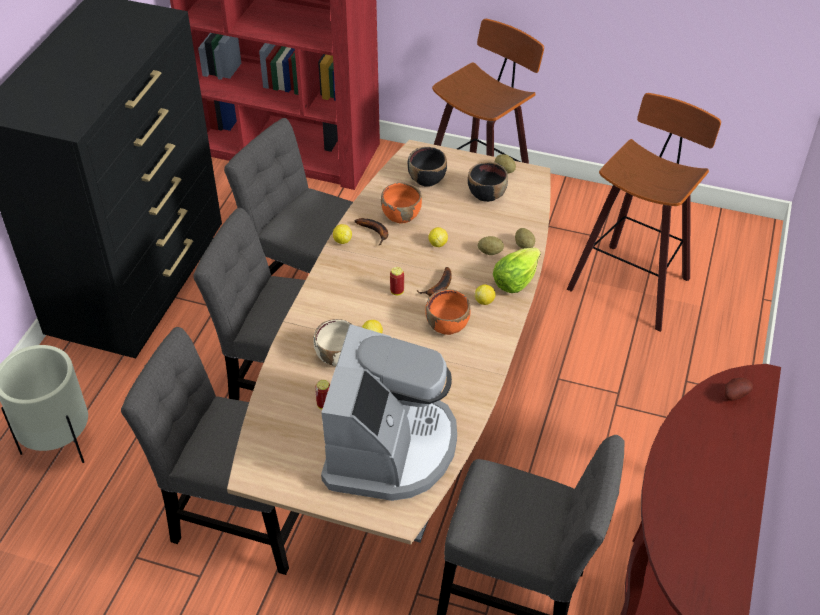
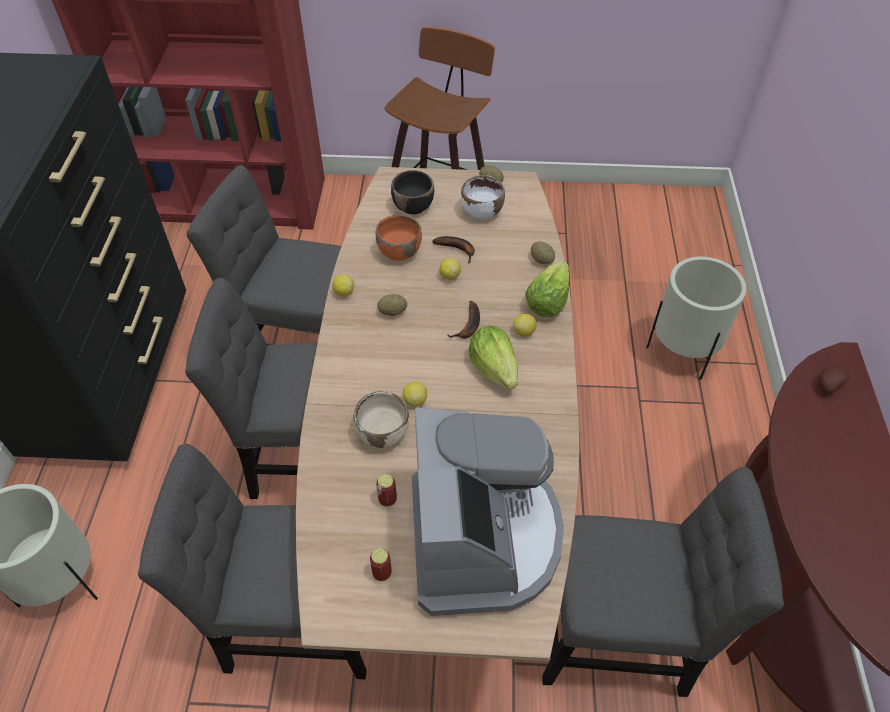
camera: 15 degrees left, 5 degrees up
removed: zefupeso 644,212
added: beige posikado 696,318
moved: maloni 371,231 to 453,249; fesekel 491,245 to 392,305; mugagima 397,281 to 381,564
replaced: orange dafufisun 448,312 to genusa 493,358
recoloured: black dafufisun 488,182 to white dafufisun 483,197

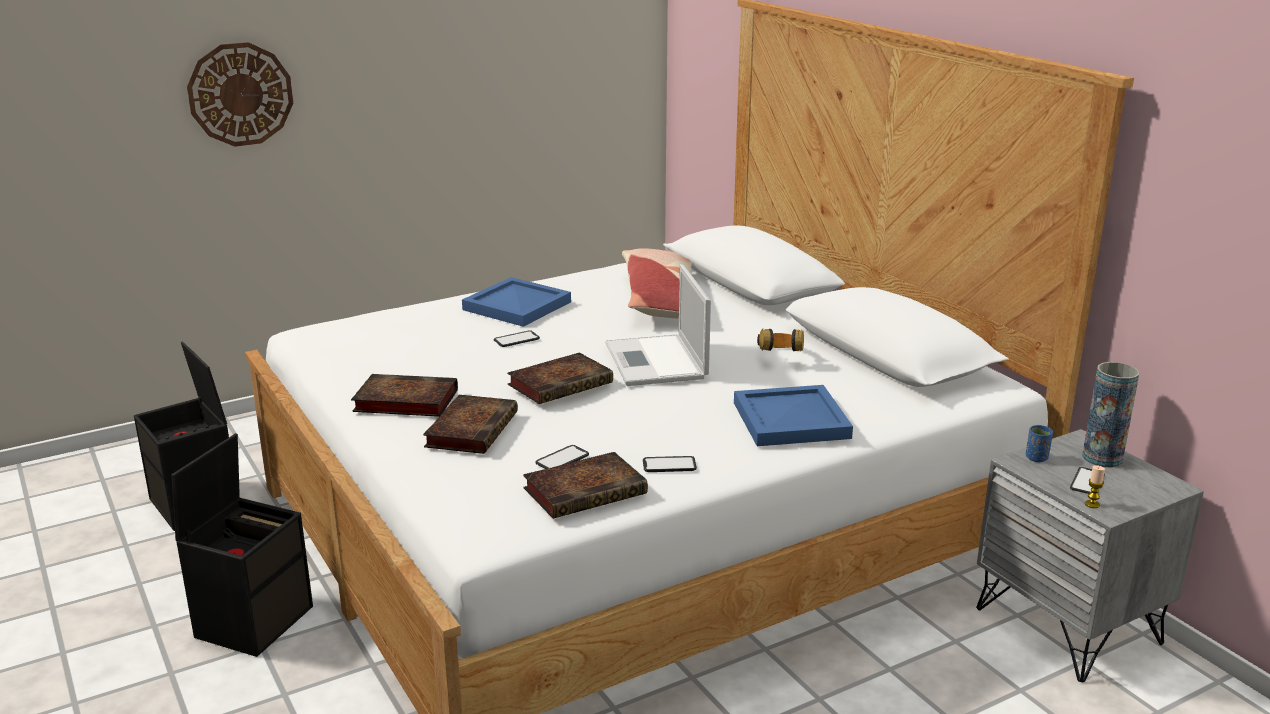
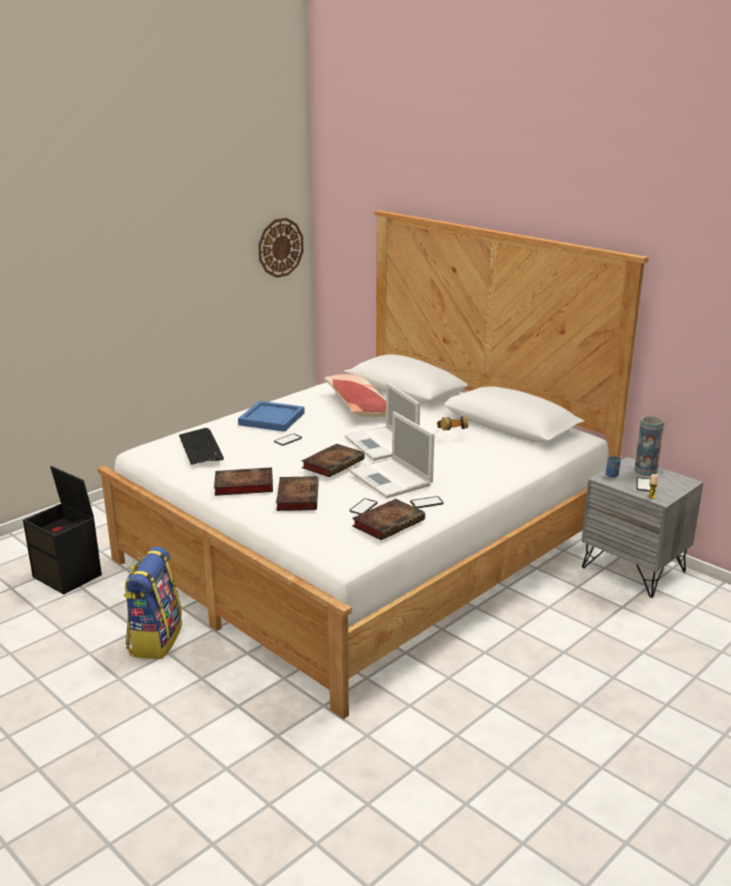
camera: 15 degrees left, 0 degrees up
removed: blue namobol 793,415
added: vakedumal 392,455; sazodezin 201,446
moved: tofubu 240,94 to 281,248
replaced: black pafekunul 242,545 to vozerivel 153,603

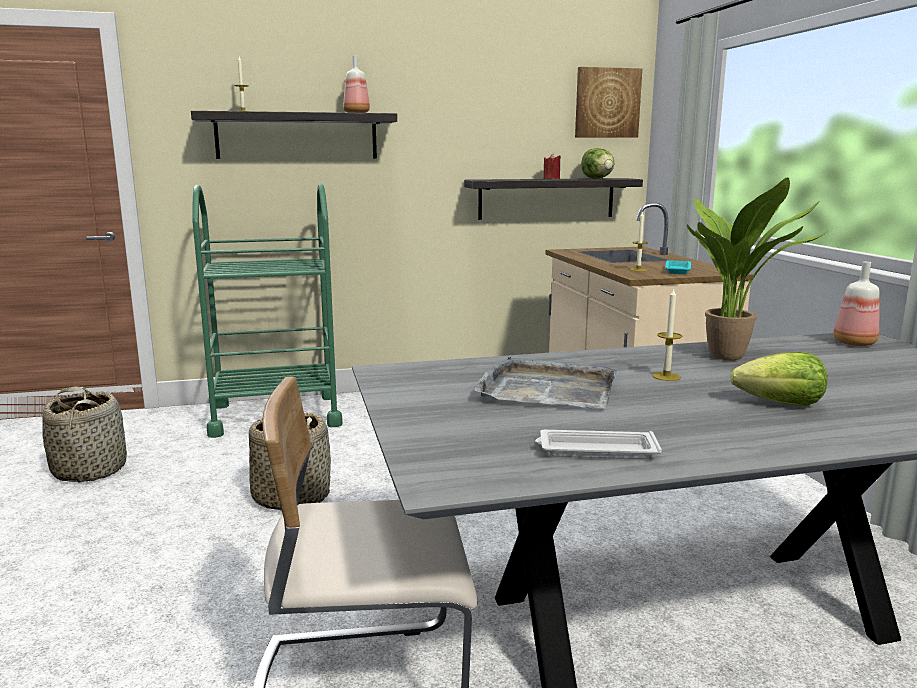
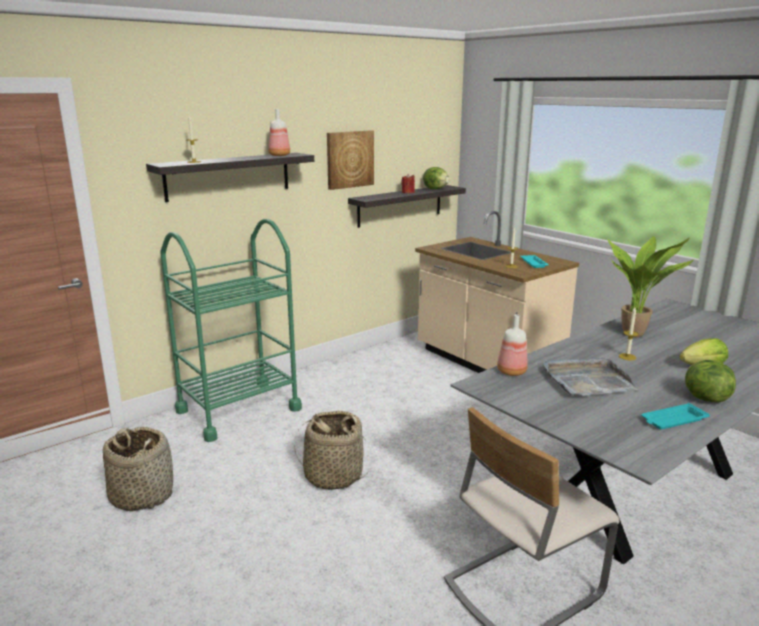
camera: 25 degrees left, 5 degrees up
added: genusa 710,381
moved: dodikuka 608,102 to 350,160; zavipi 856,304 to 512,345
recoloured: white namobol 598,444 to turquoise namobol 675,416

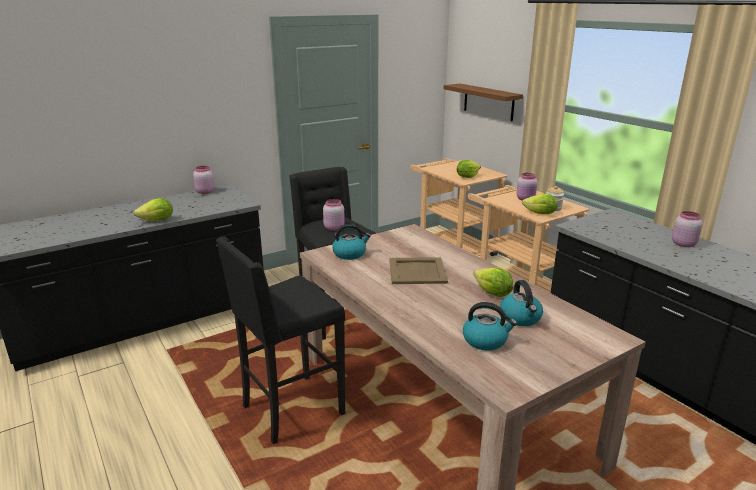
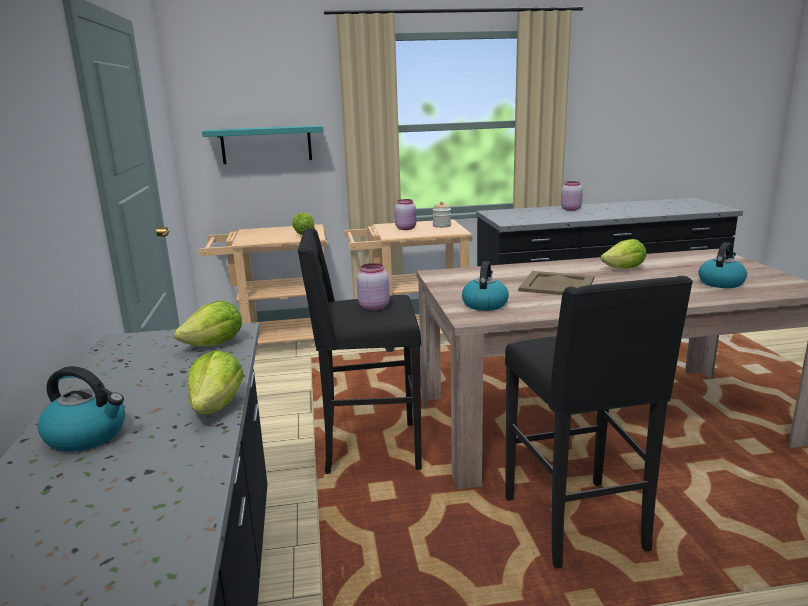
camera: 65 degrees left, 5 degrees down
removed: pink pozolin 204,180
moved: genusa 539,204 to 208,323; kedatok 521,303 to 81,409
recoloured: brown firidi 483,102 to turquoise firidi 263,144

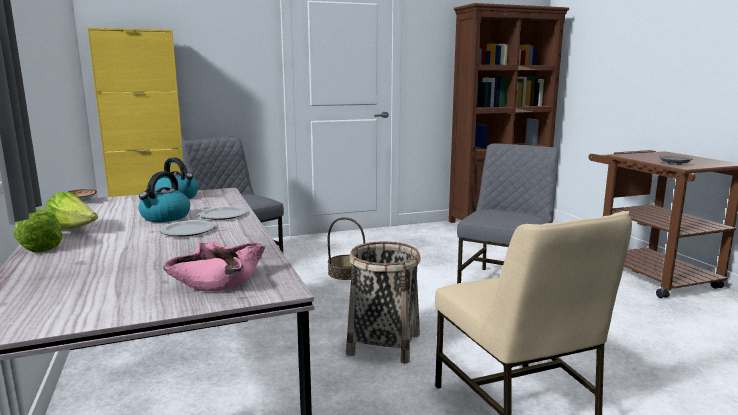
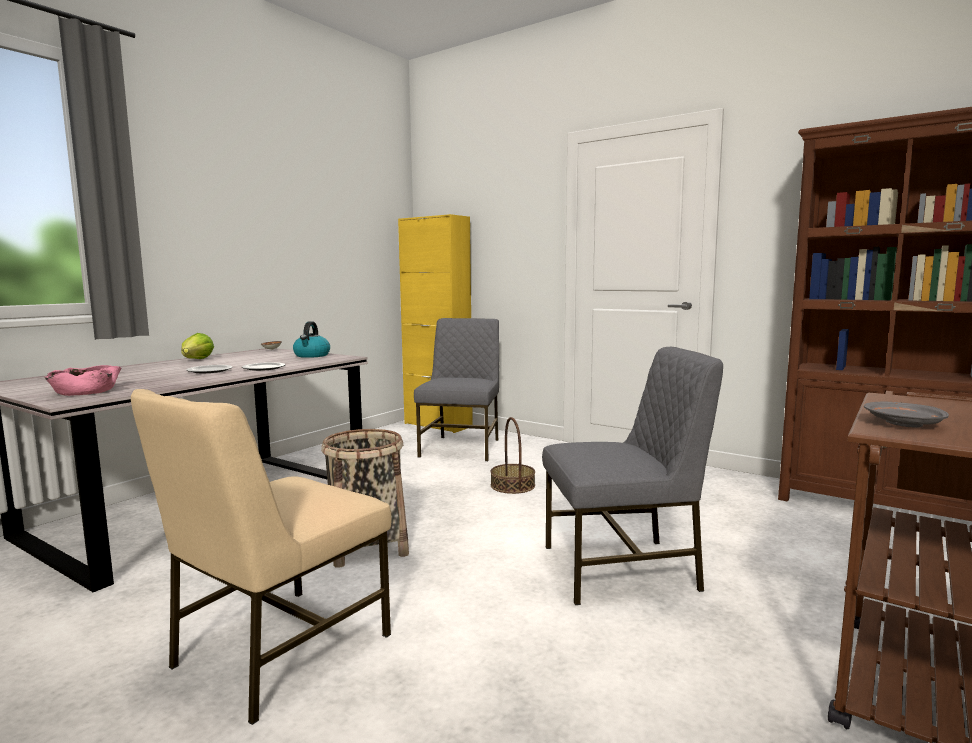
camera: 55 degrees right, 5 degrees down
removed: kedatok 164,196; genusa 38,230

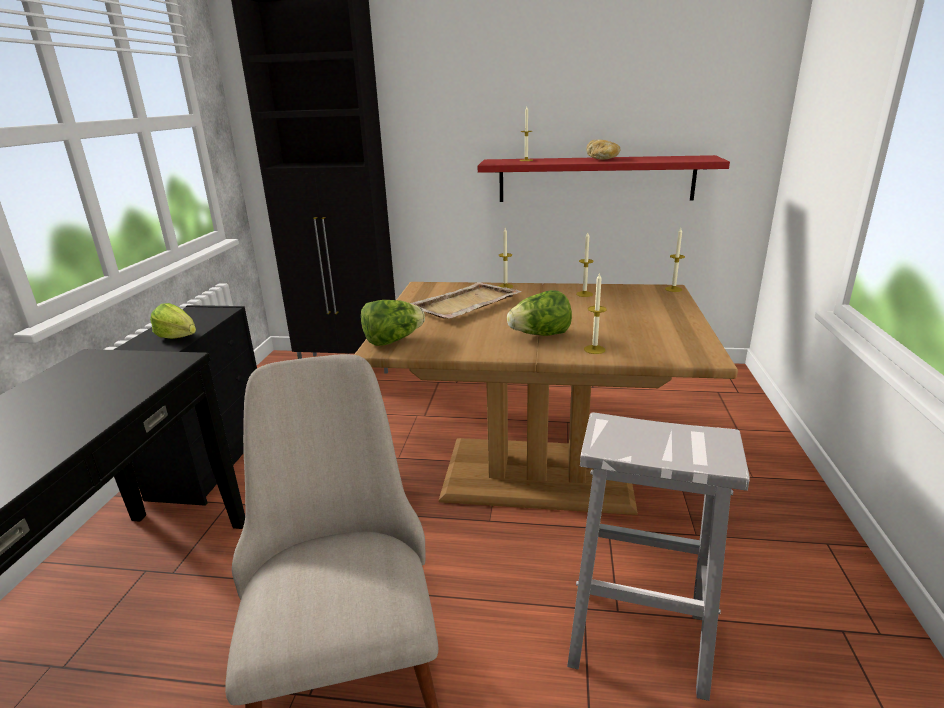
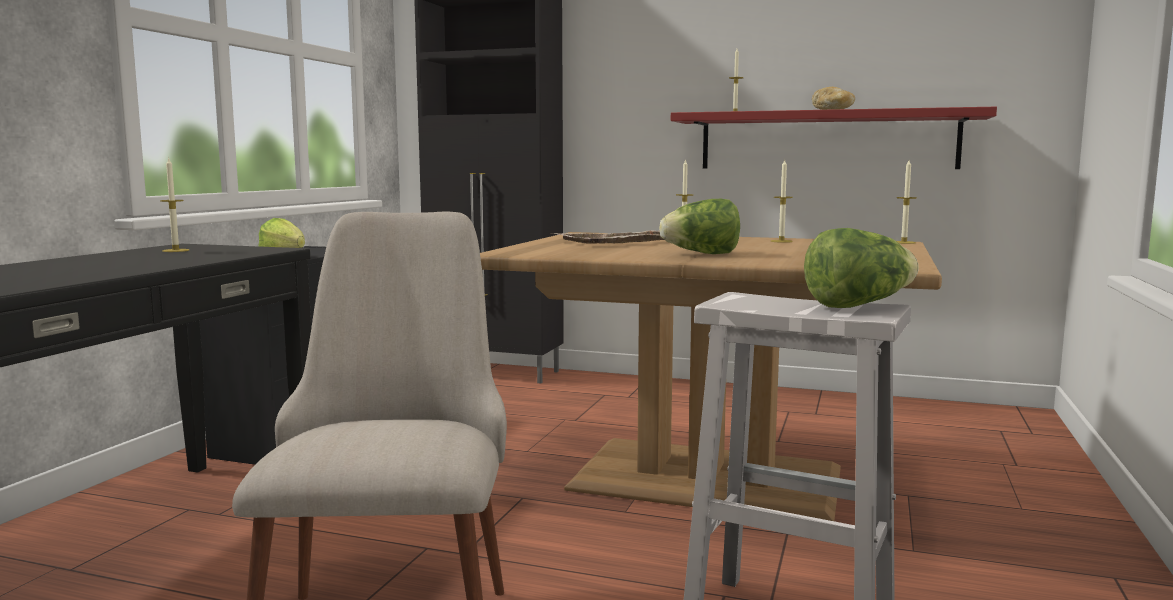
camera: 10 degrees right, 15 degrees down
moved: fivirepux 595,313 to 174,204; genusa 393,323 to 861,268

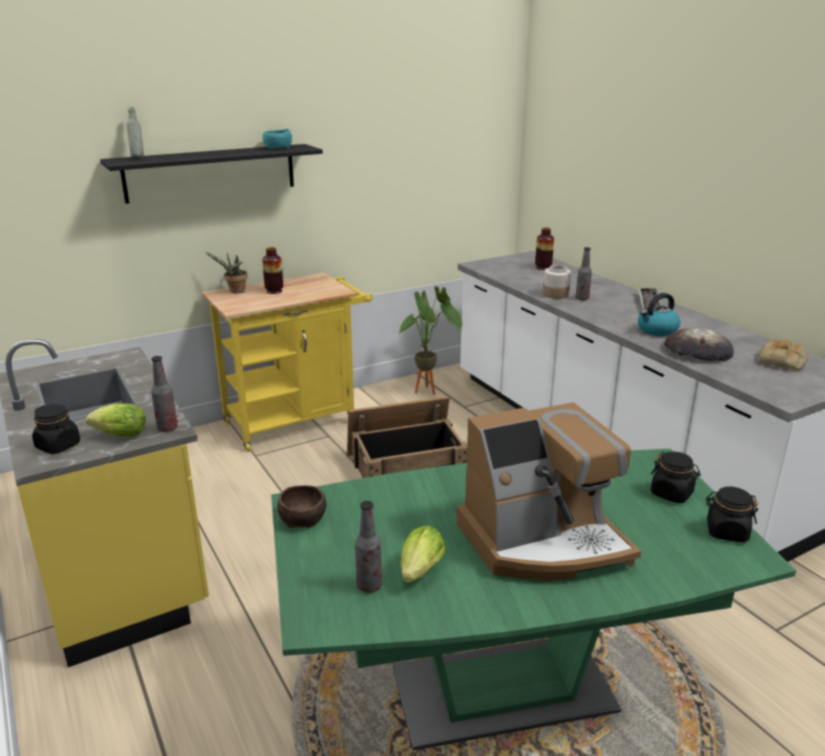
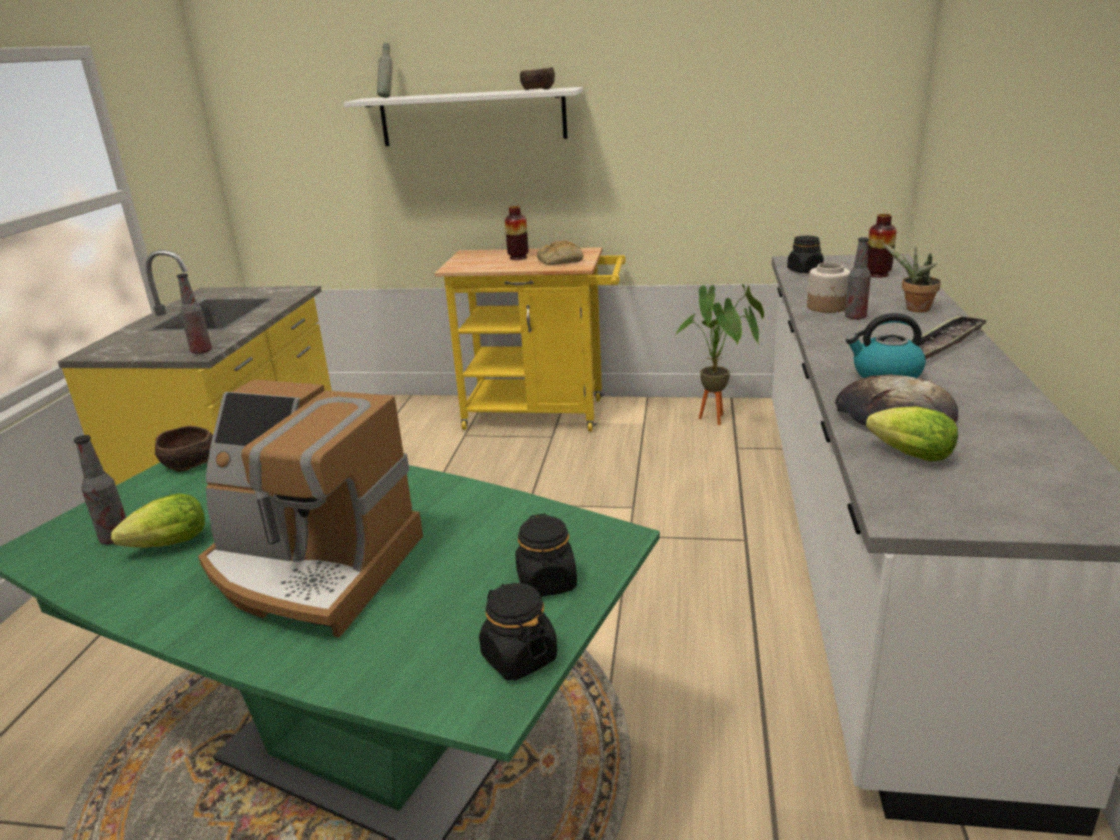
camera: 40 degrees right, 0 degrees up
removed: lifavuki 407,437
moved: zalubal 226,272 to 911,277; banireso 783,355 to 560,252; genusa 115,420 to 912,434; black pozolin 56,429 to 805,254
recoloured: turquoise dafufisun 277,139 to brown dafufisun 537,78; black firidi 211,174 to white firidi 463,116

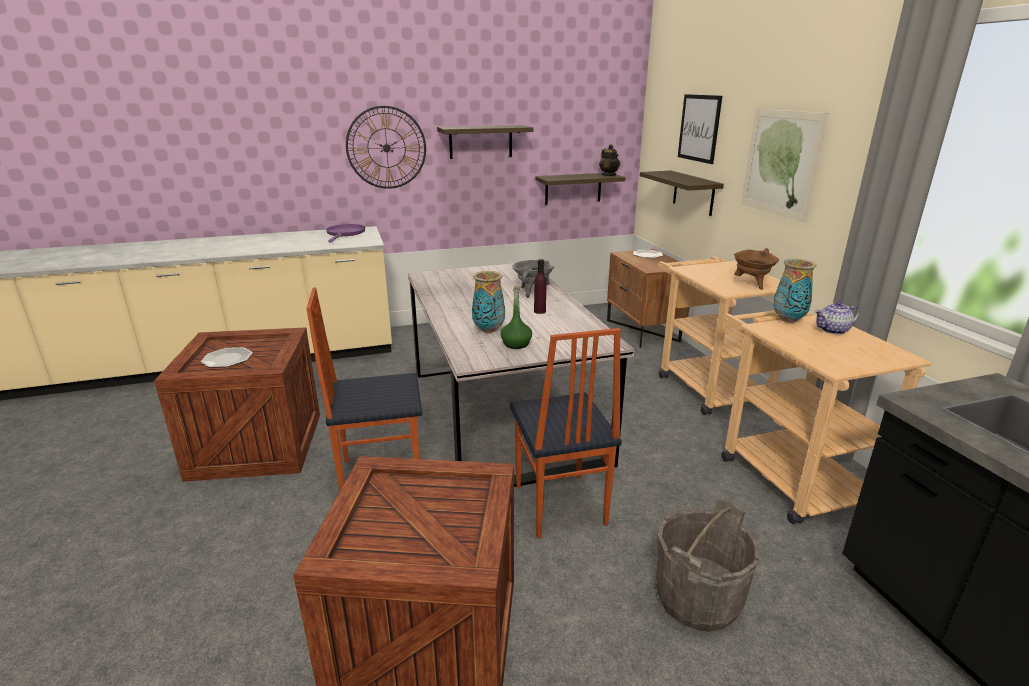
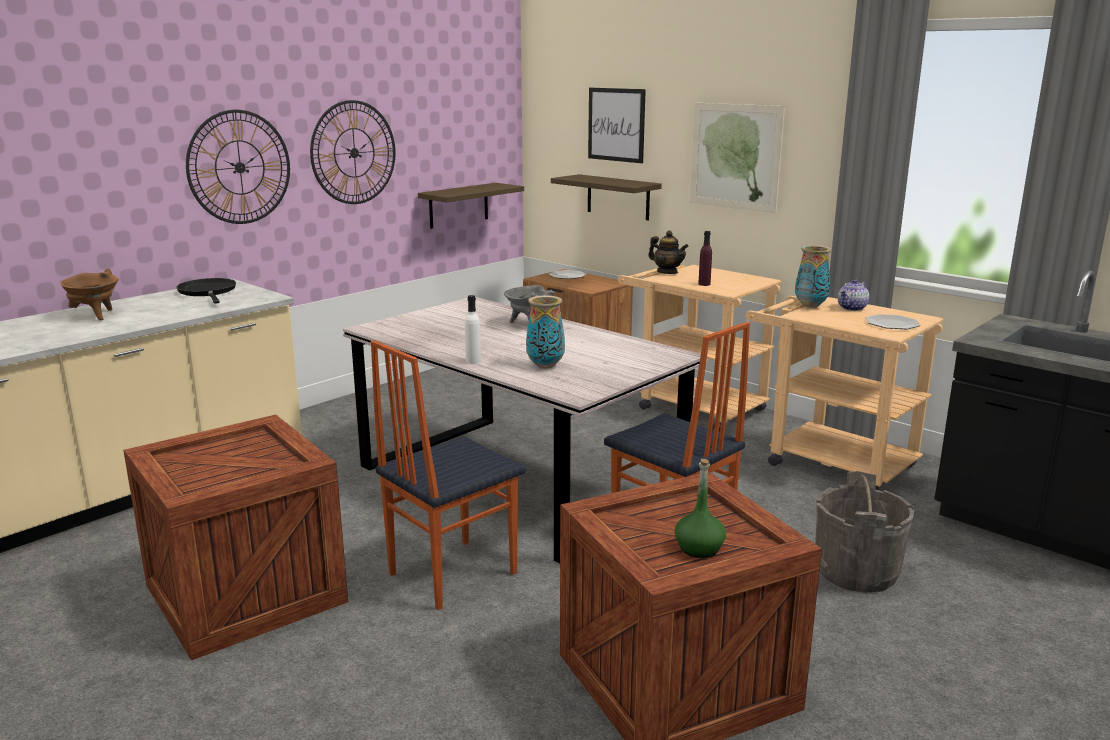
camera: 30 degrees left, 5 degrees down
added: white zavipi 473,329
moved: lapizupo 609,160 to 668,252; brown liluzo 756,269 to 89,294; purple zavipi 540,286 to 705,258; green zavipi 516,317 to 700,508; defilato 227,357 to 893,321
replaced: firidi 485,142 to tofubu 352,152
recoloured: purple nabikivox 345,233 to black nabikivox 206,291

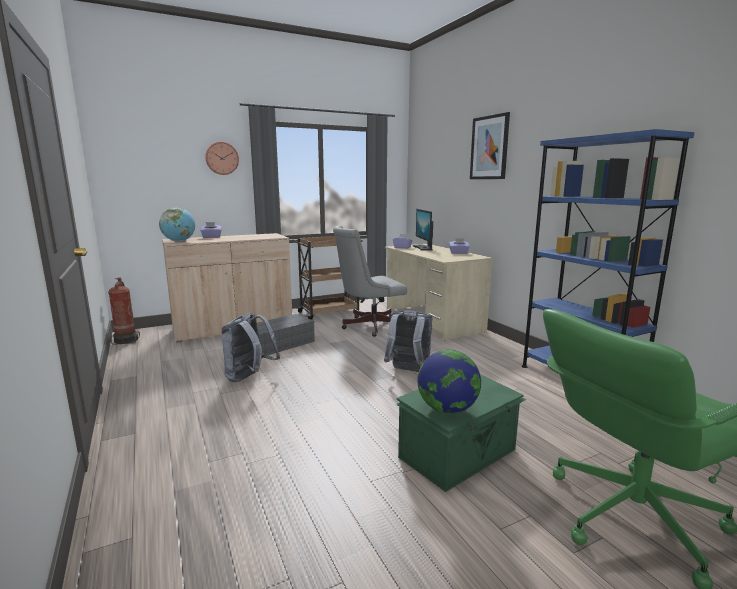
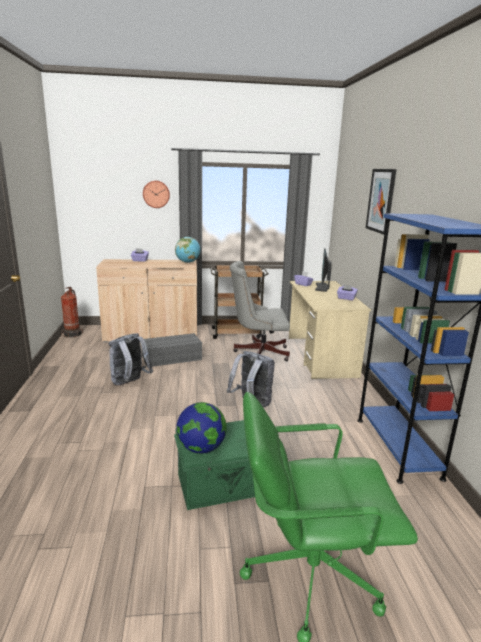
camera: 20 degrees right, 5 degrees up
moved: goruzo 177,225 to 187,250

